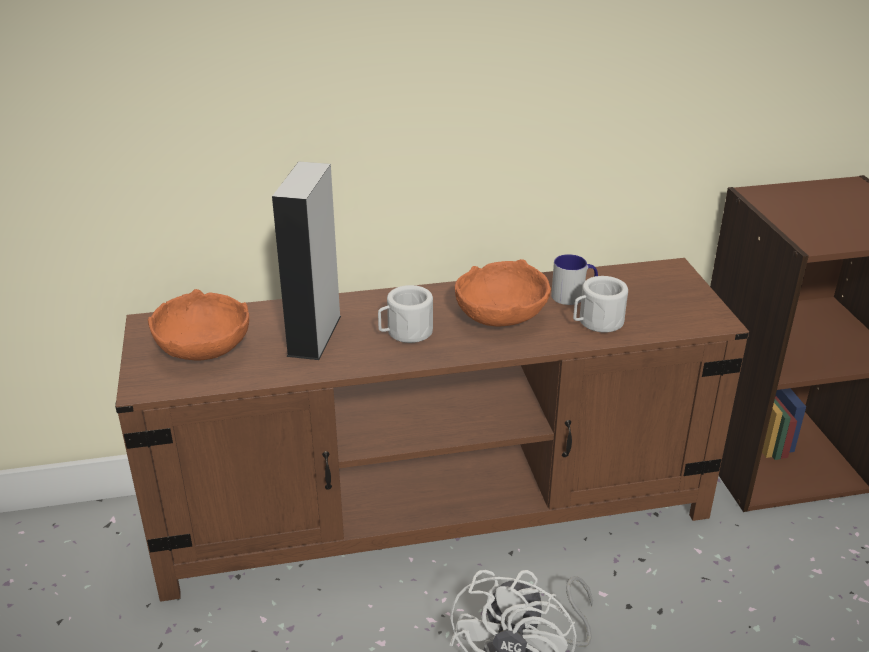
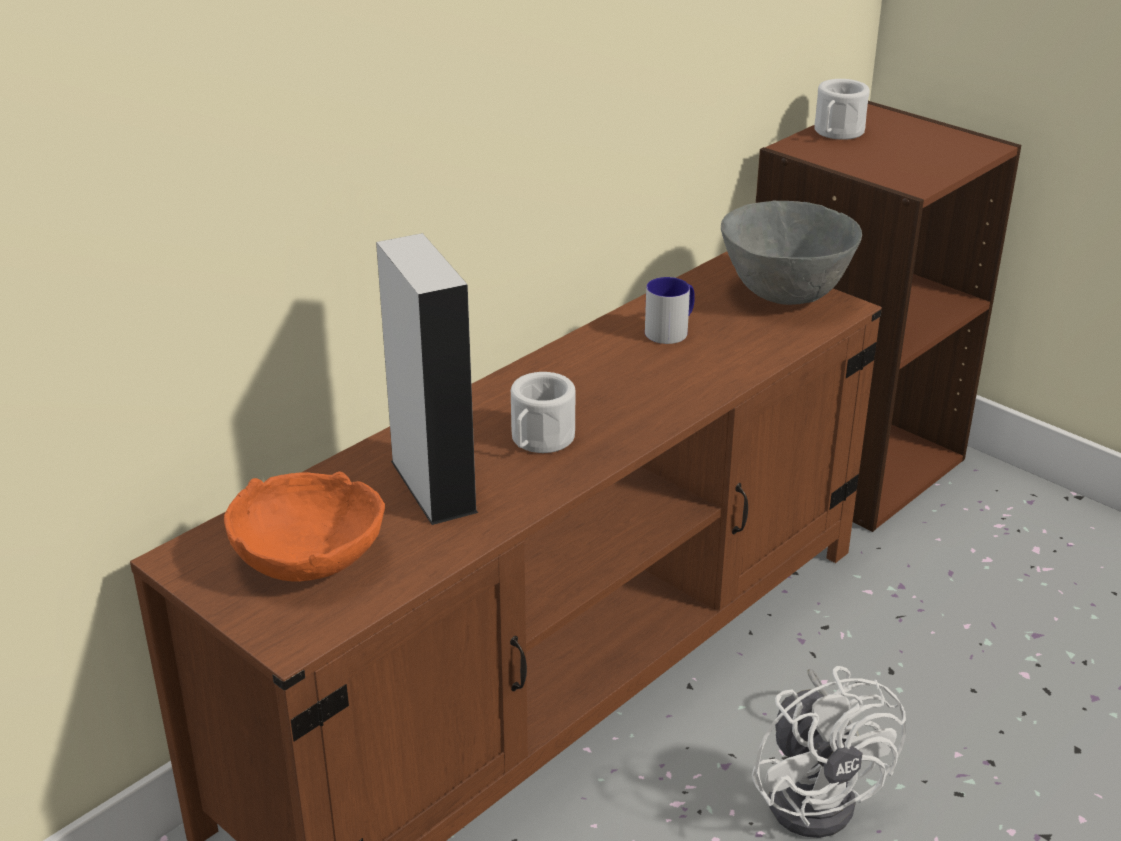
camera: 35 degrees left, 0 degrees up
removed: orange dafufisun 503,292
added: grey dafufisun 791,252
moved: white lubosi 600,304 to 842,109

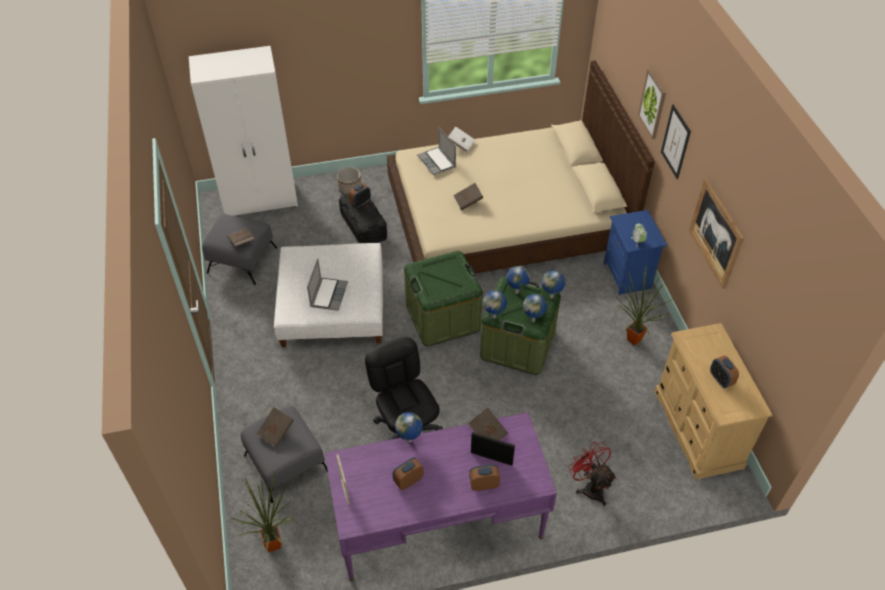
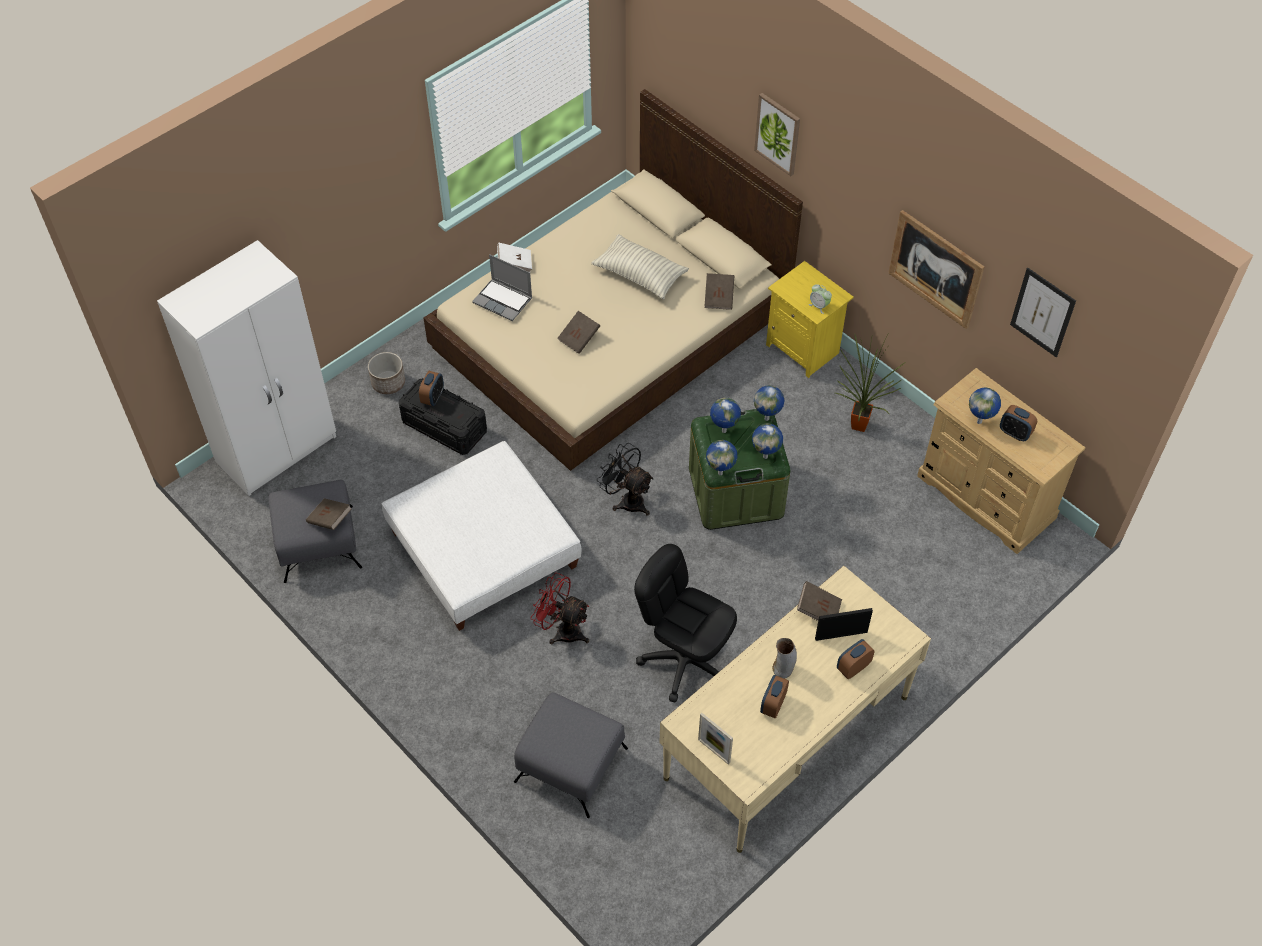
camera: 30 degrees left, 5 degrees up
removed: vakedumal 327,285; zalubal 263,509
added: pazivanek 640,267; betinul 785,658
moved: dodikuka 676,141 to 1043,312; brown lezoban 275,427 to 719,291; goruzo 409,427 to 985,406; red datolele 592,474 to 560,608
replaced: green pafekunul 443,298 to black datolele 625,479
recoloured: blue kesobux 635,252 to yellow kesobux 810,319; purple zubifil 441,496 to beige zubifil 795,709

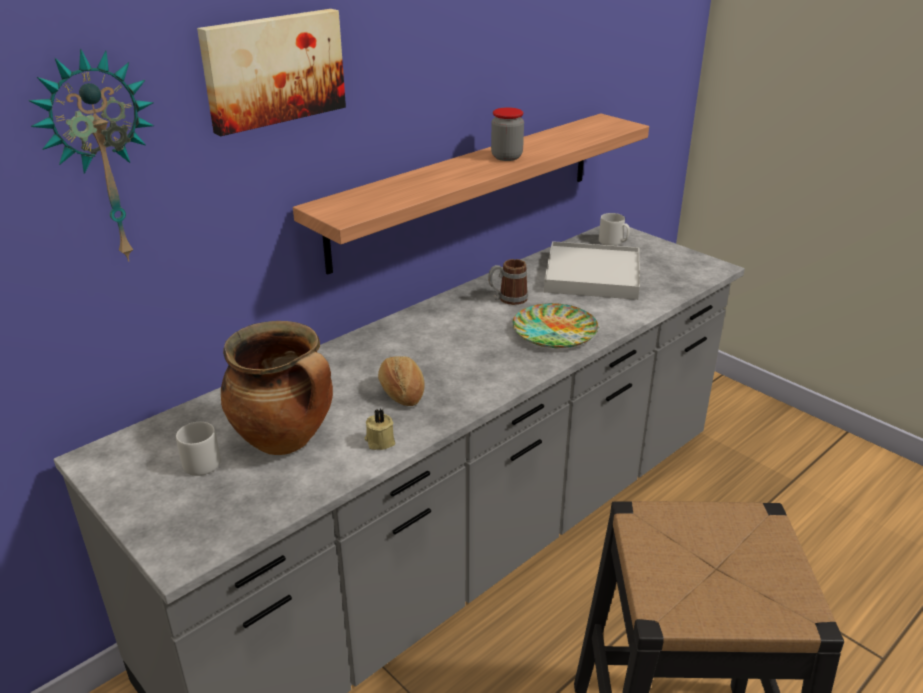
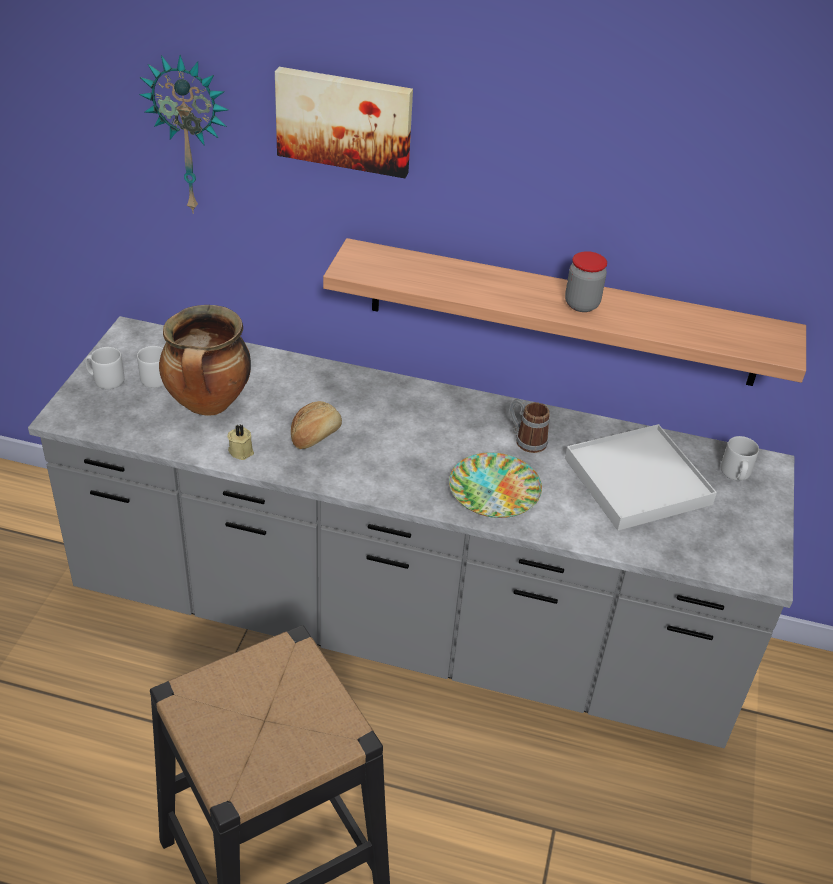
camera: 55 degrees right, 10 degrees up
added: grey lubosi 105,368

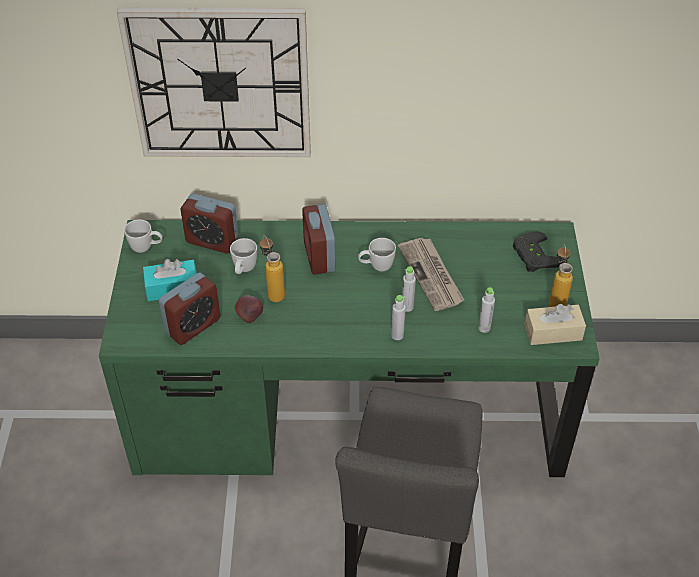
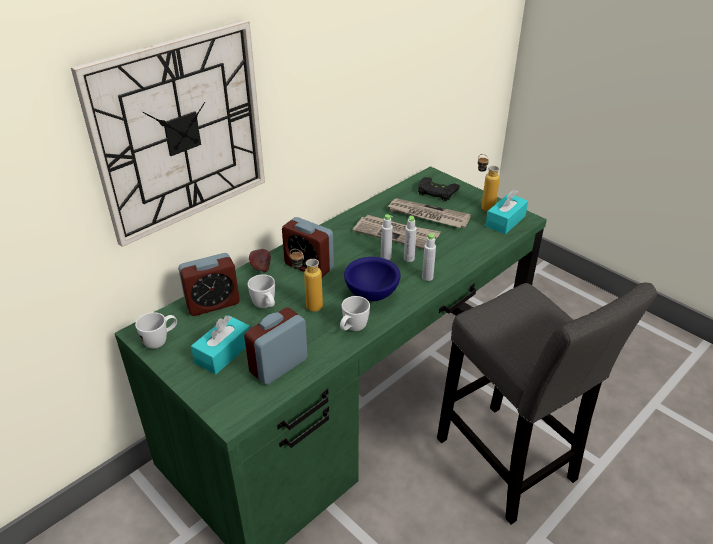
camera: 45 degrees left, 10 degrees down
added: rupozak 429,213; blue dafufisun 372,279
moved: white lubosi 377,254 to 355,313; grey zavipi 486,310 to 387,237; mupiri 249,309 to 260,261
recoloured: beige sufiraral 555,324 to turquoise sufiraral 507,212
turned: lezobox 189,308 = 276,346 135 degrees counterclockwise

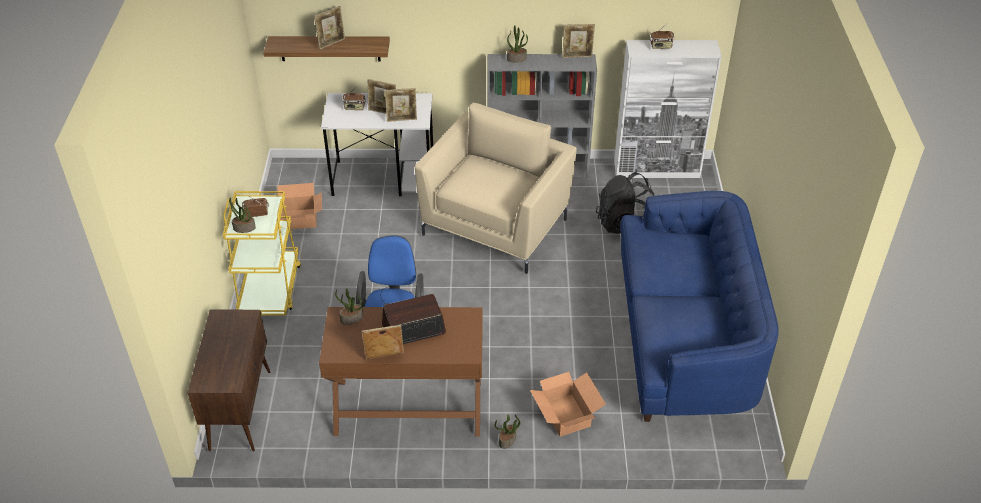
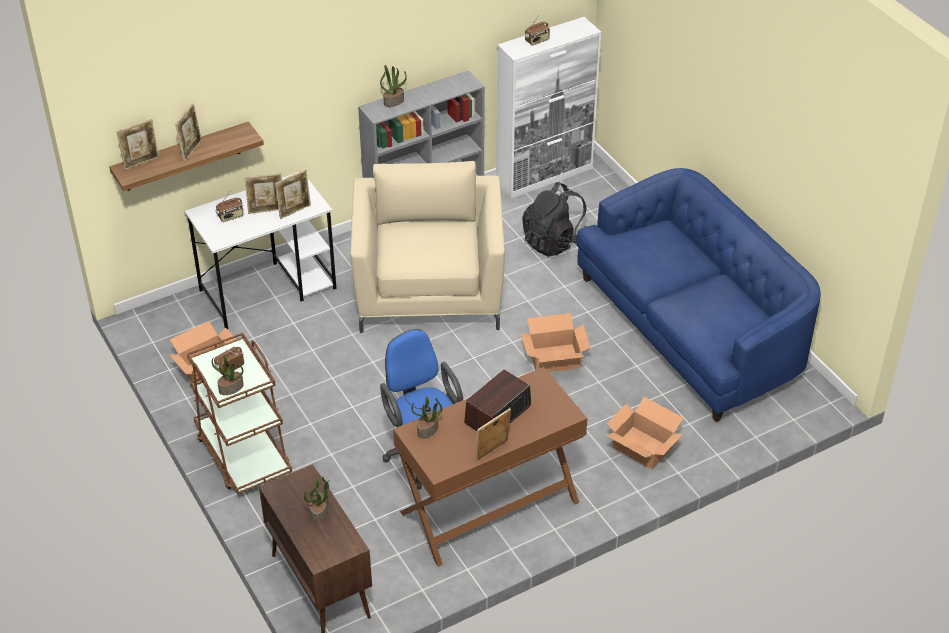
camera: 30 degrees left, 0 degrees up
added: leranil 556,342
moved: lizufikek 578,41 to 138,144; zalubal 507,431 to 317,500
recoloured: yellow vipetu 262,253 to brown vipetu 239,413

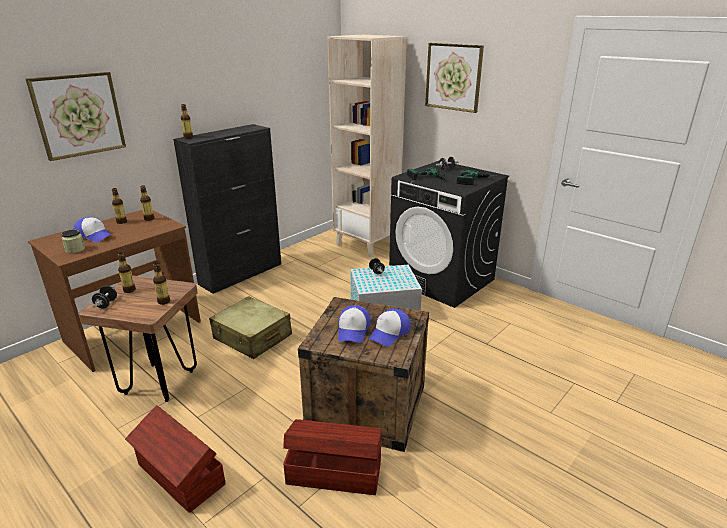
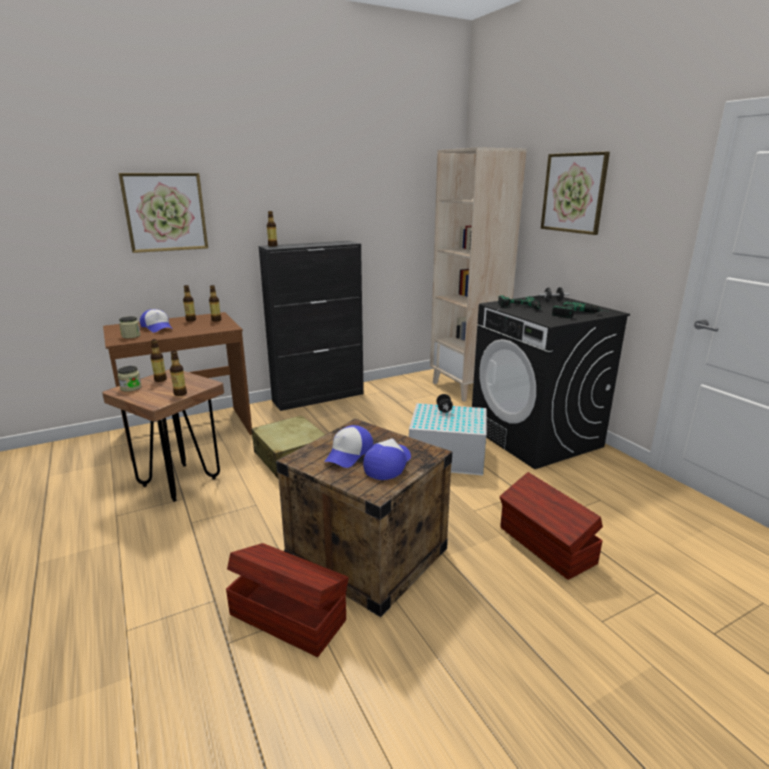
camera: 20 degrees right, 5 degrees down
moved: brown pafekunul 175,459 to 551,526
replaced: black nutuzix 104,297 to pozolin 130,379
turned: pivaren 390,327 = 387,459 150 degrees clockwise

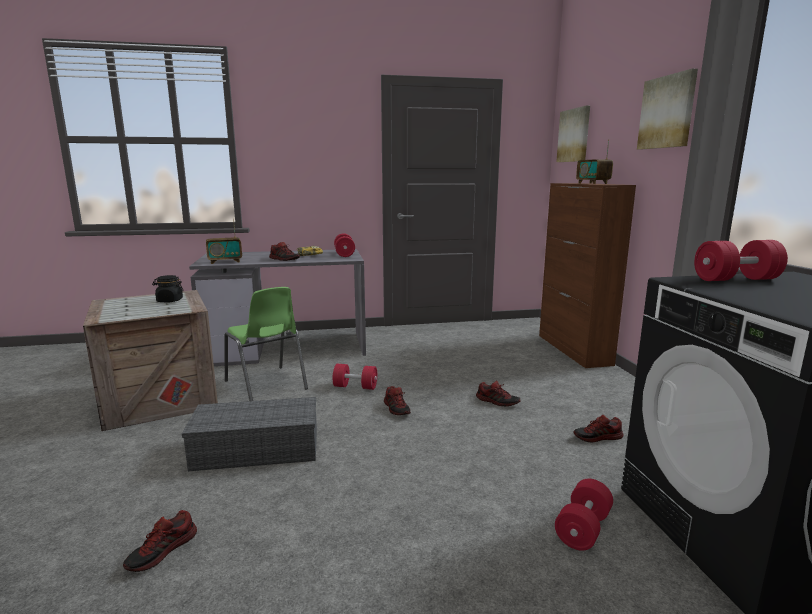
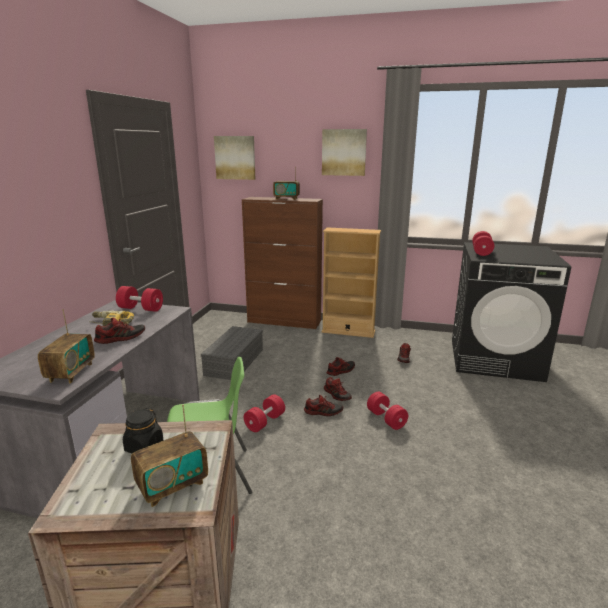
camera: 65 degrees left, 5 degrees up
added: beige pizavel 351,282; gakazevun 169,455
moved: grey pafekunul 249,434 to 232,353; red nutuzix 584,515 to 387,411; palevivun 160,541 to 338,389

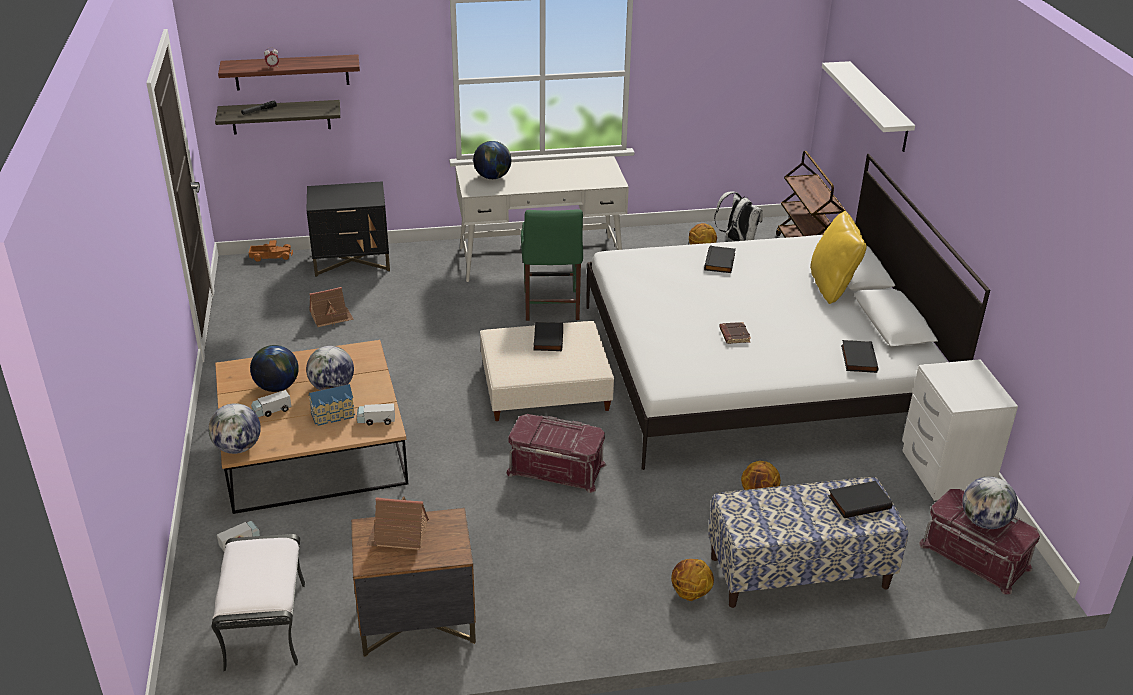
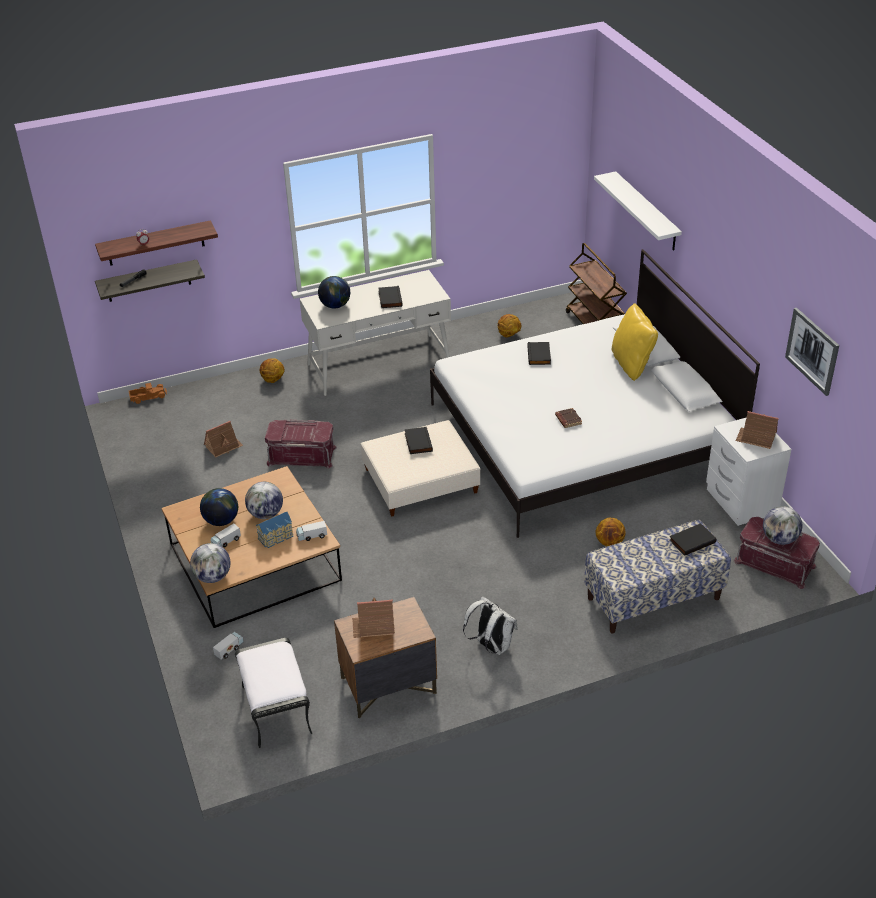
camera: 10 degrees left, 5 degrees up
removed: black kesobux 348,229; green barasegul 552,265
added: dodikuka 812,352; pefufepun 757,430
moved: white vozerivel 738,216 to 490,625; black lezoban 859,356 to 390,297; red pafekunul 556,453 to 301,444; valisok 692,580 to 272,370

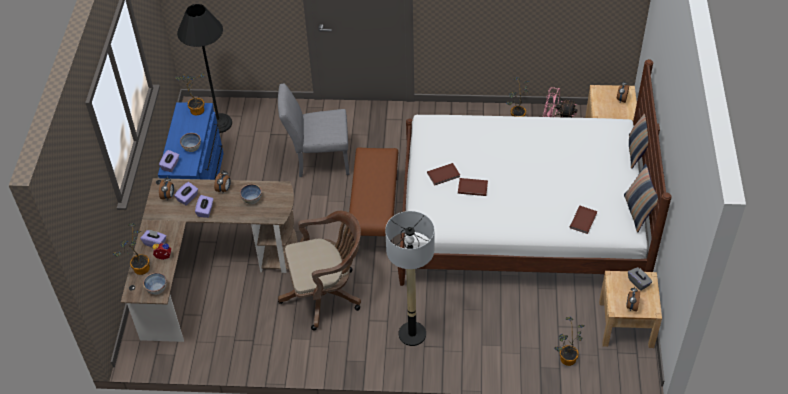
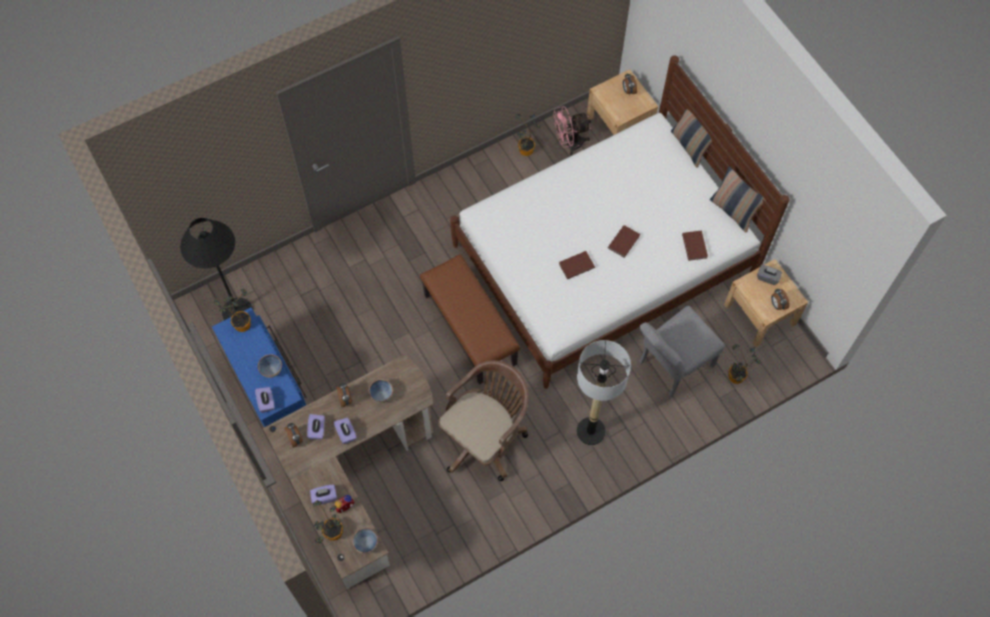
camera: 35 degrees left, 15 degrees up
moved: grey barasegul 313,130 to 682,351; brown lezoban 443,174 to 624,241

